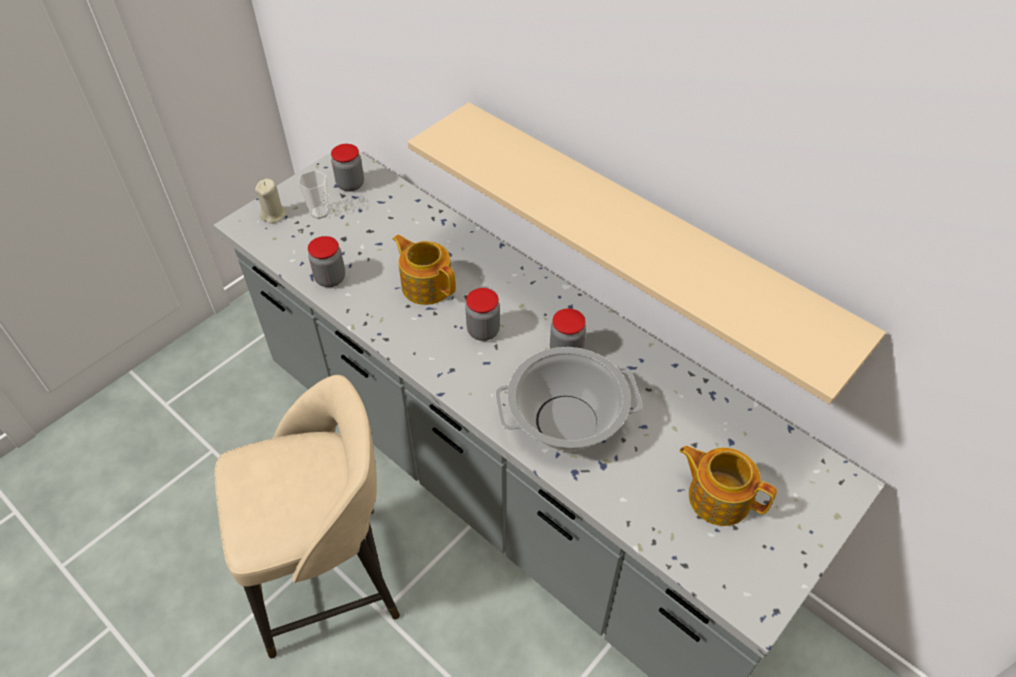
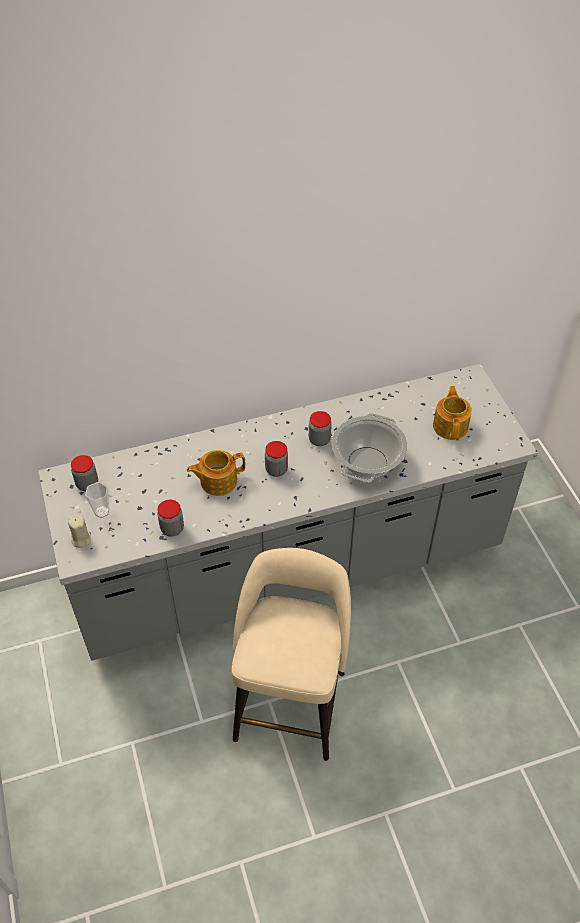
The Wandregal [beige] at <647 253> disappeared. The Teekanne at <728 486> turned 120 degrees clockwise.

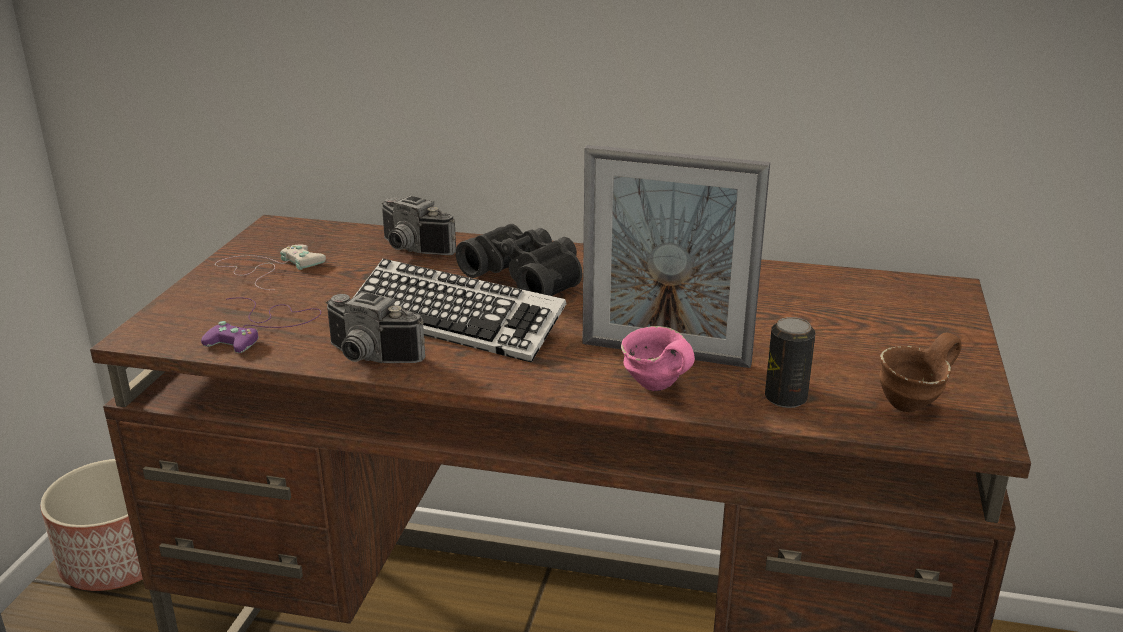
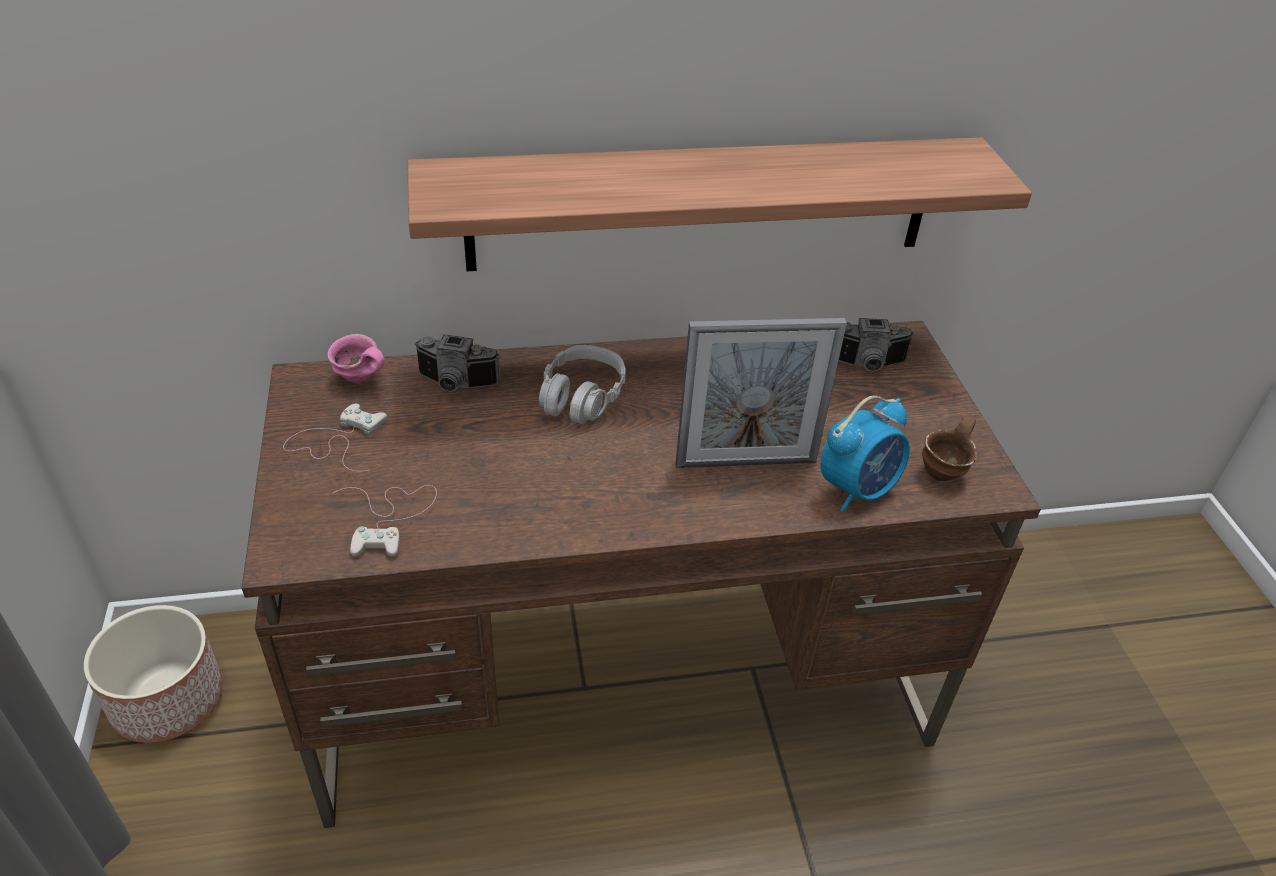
The Tastatur at <460 310> disappeared. The Wandregal at <719 204> appeared. The Kamera moved from <376 327> to <876 344>. The Henkelbecher [rosa] moved from <658 358> to <356 358>. The Fernglas [schwarz] at <519 260> was replaced by the Kopfhörer [grau] at <582 384>. The Dose at <790 362> was replaced by the Wecker at <865 454>. The Gamepad [lila] at <261 325> became the Gamepad [weiß] at <384 521>.

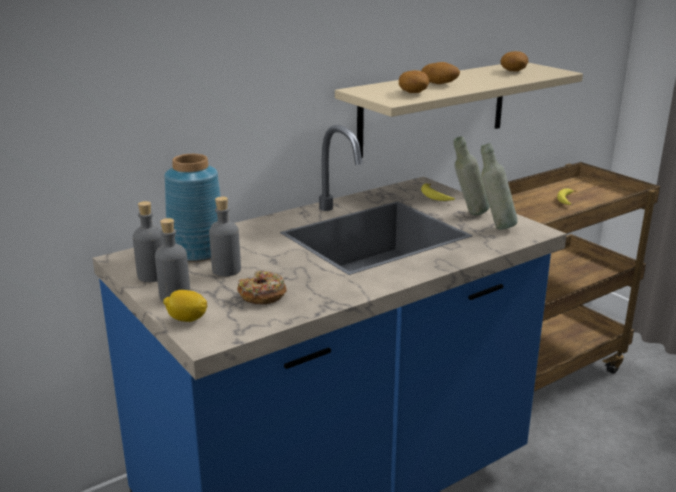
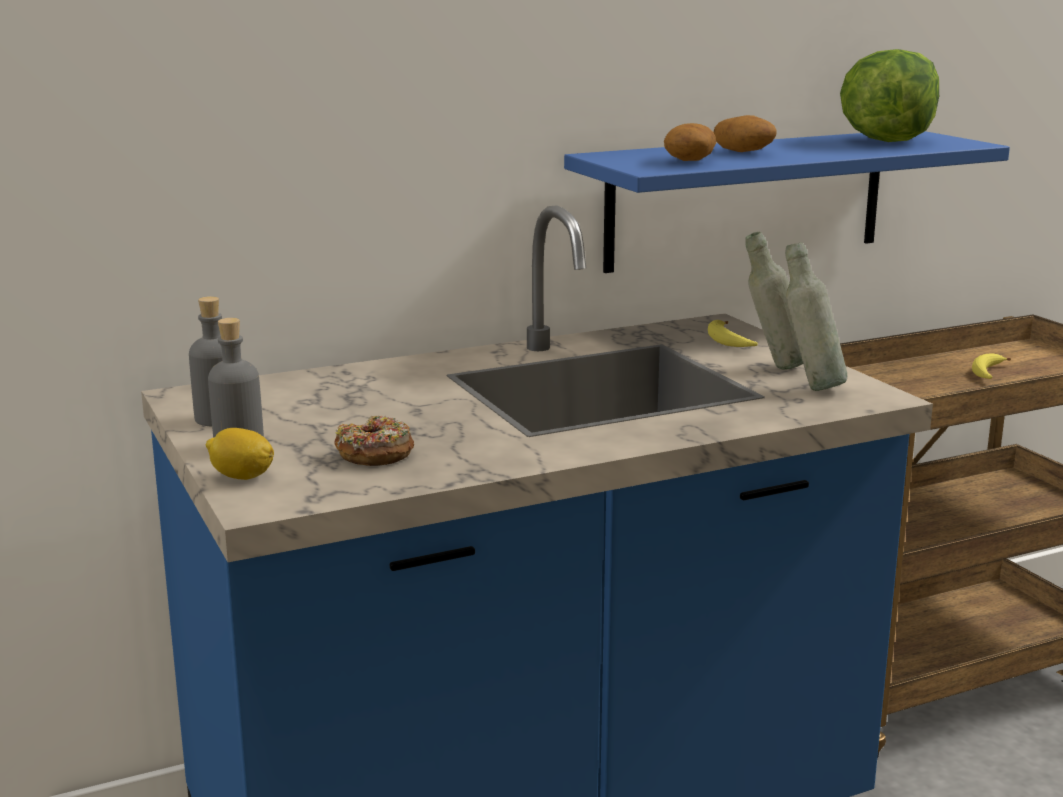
The Vase [blau] at <192 208> disappeared. The Flasche [grau] at <225 237> disappeared. The Kartoffel at <514 61> was replaced by the Salatkopf at <889 95>. The Wandregal [beige] at <459 110> became the Wandregal [blau] at <787 202>.

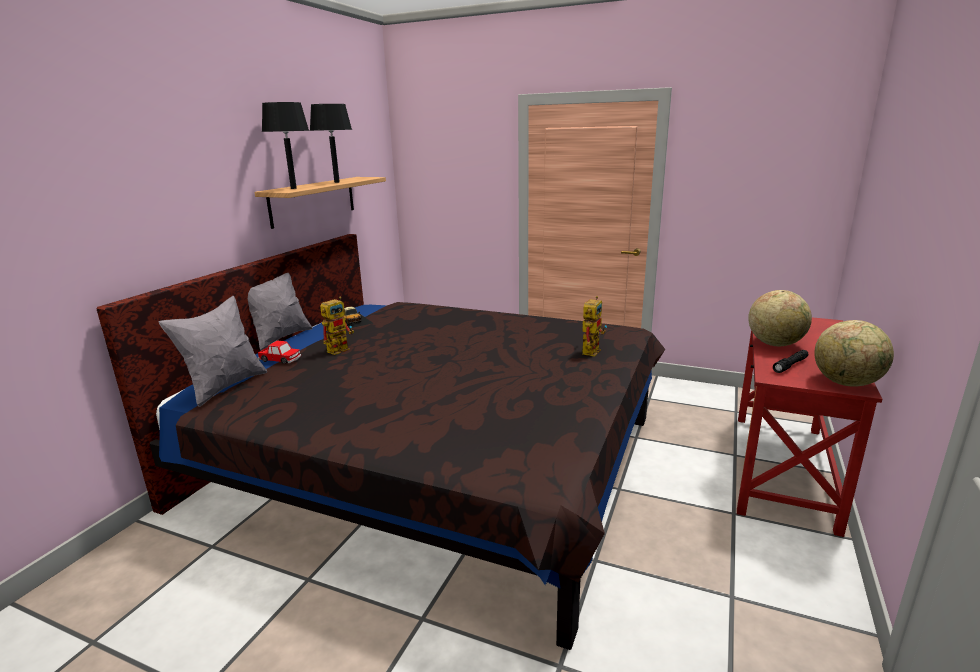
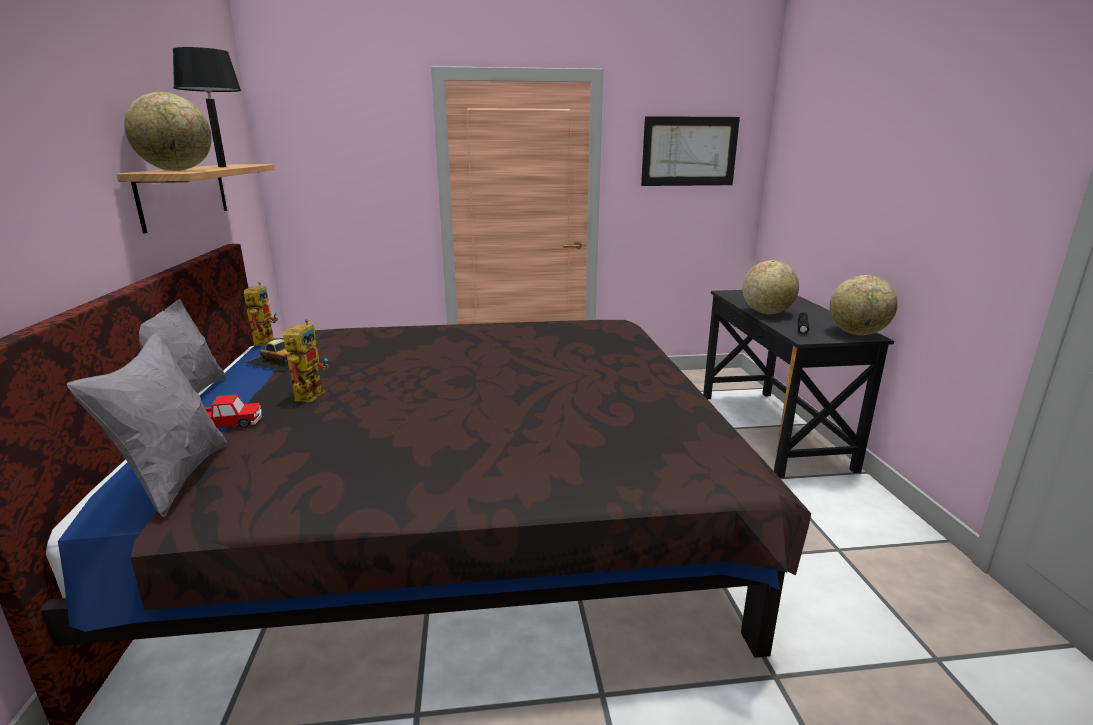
The Bild at <690 151> appeared. The Spielzeugroboter moved from <594 326> to <261 314>. The Tischlampe [schwarz] at <285 145> was replaced by the Globus at <168 131>. The Schreibtisch [rot] at <809 427> became the Schreibtisch [schwarz] at <798 384>.

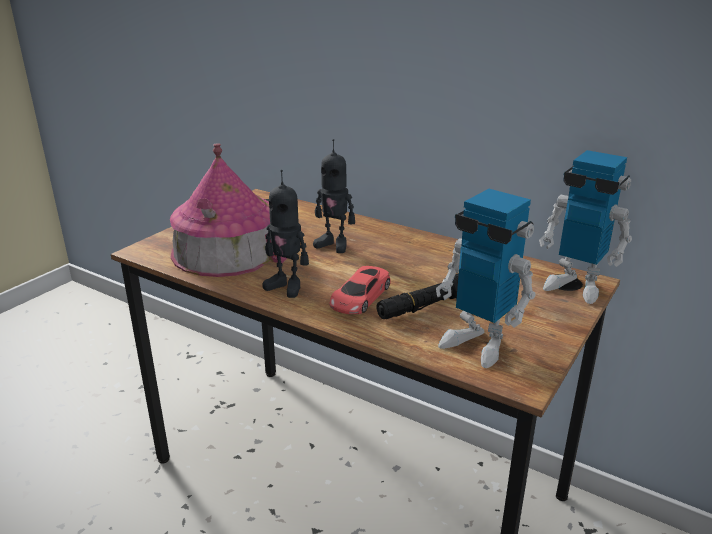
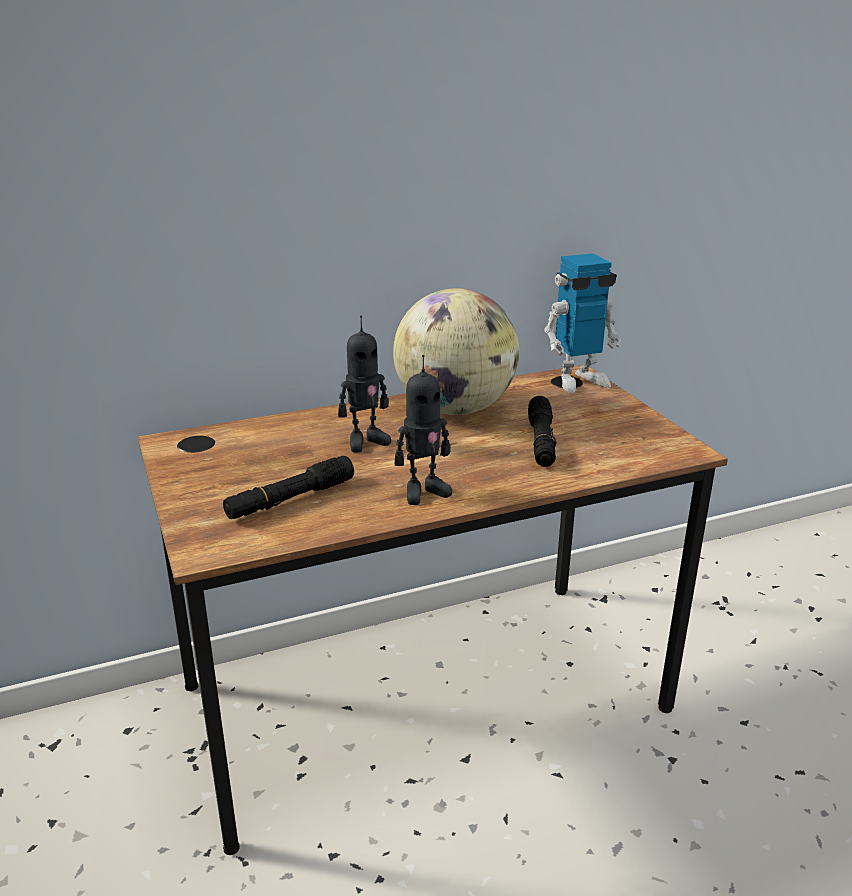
The Spielzeugauto [rot] at <360 290> disappeared. The Spielzeugroboter at <485 278> disappeared. The Globus at <456 351> appeared. The Spielzeughaus at <228 210> was replaced by the Taschenlampe [schwarz] at <288 487>.

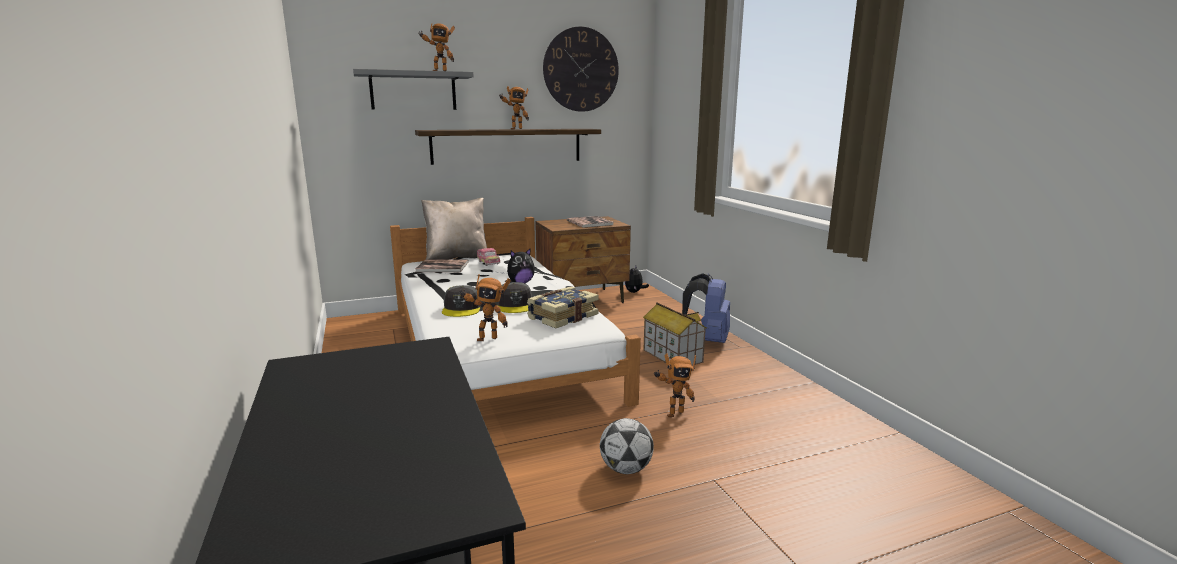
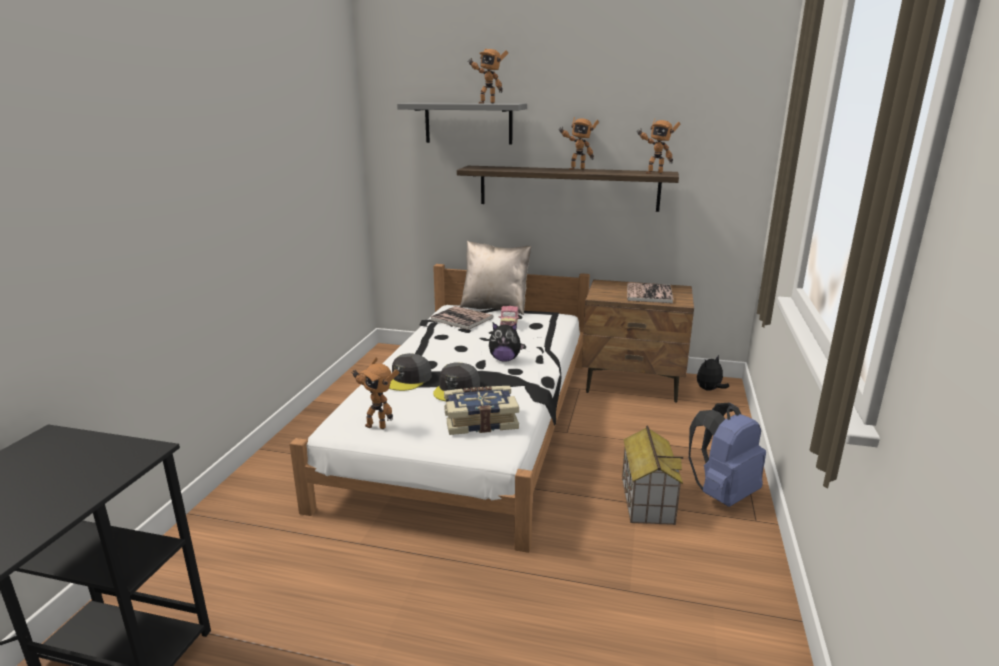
The Wanduhr at <581 69> disappeared. The Fußball at <627 446> disappeared. The Spielzeugroboter moved from <674 385> to <658 146>.

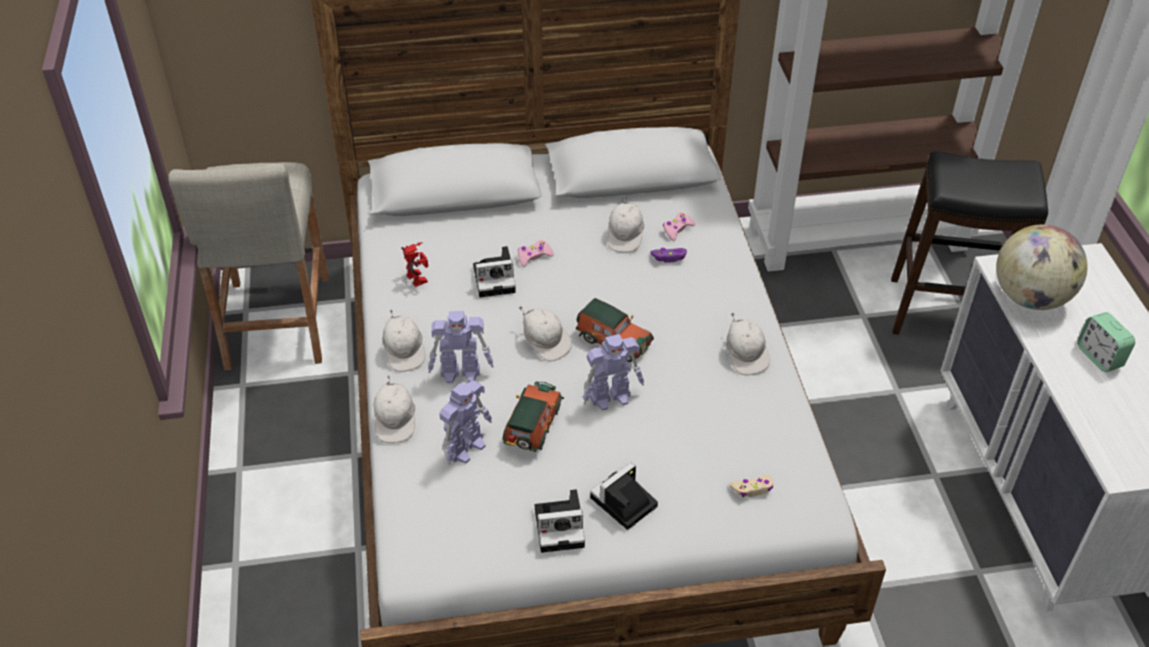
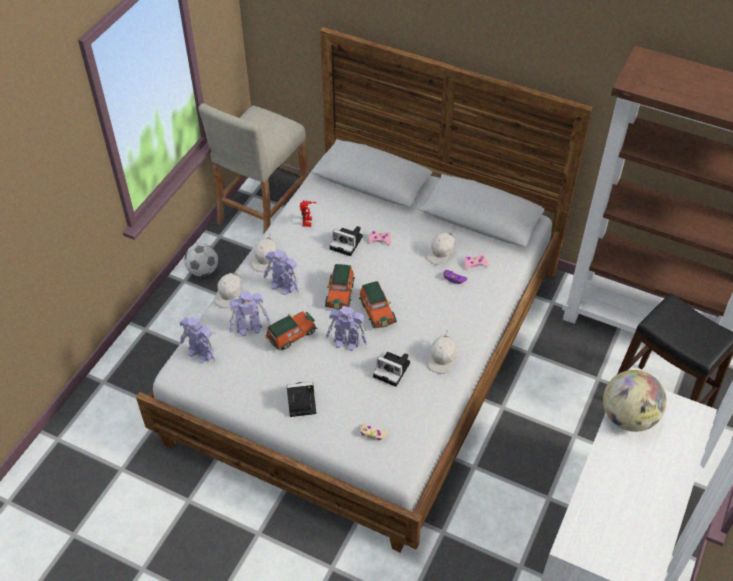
The Wecker at <1106 342> disappeared. The Spielzeugroboter at <198 340> appeared. The Fußball at <201 260> appeared. The Kamera moved from <560 521> to <391 369>. The Kappe [weiß] at <545 334> was replaced by the Spielzeugauto at <340 287>.

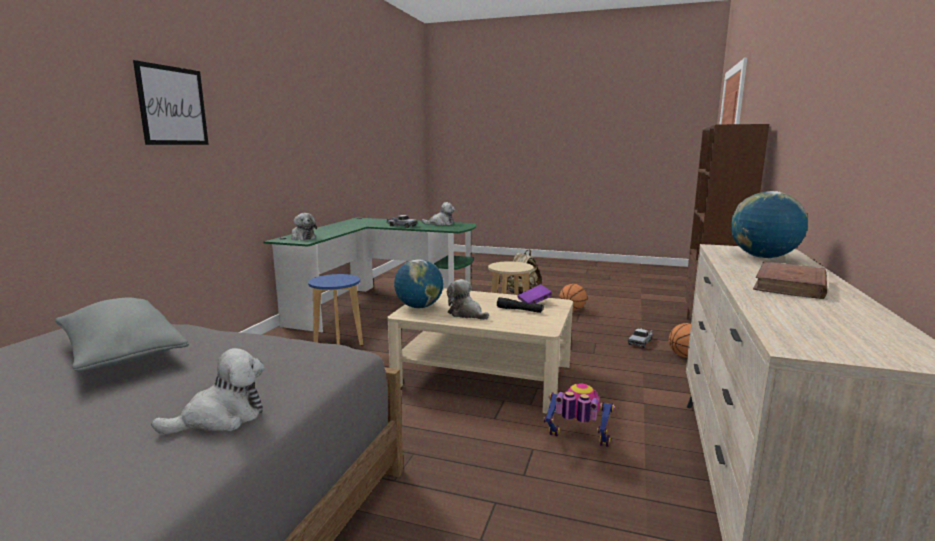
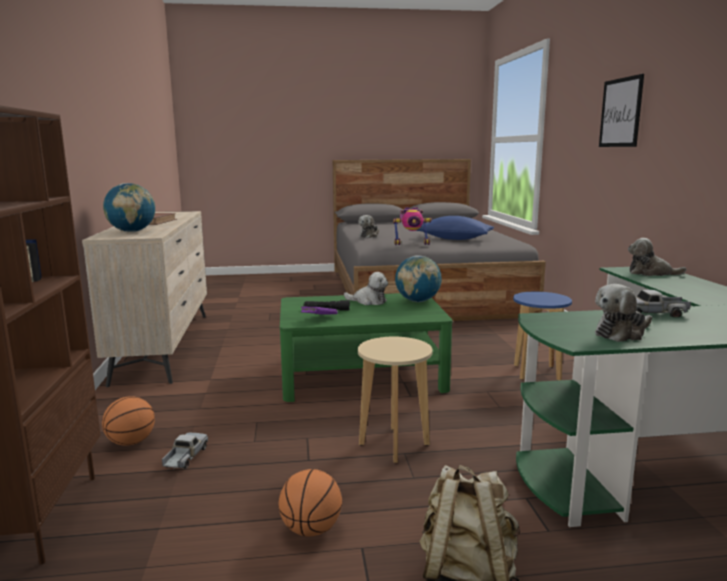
The Spielzeugroboter moved from <579 415> to <412 226>. The Kissen [grau] at <122 334> became the Kissen [blau] at <455 228>. The Couchtisch [beige] at <480 351> became the Couchtisch [grün] at <366 347>.

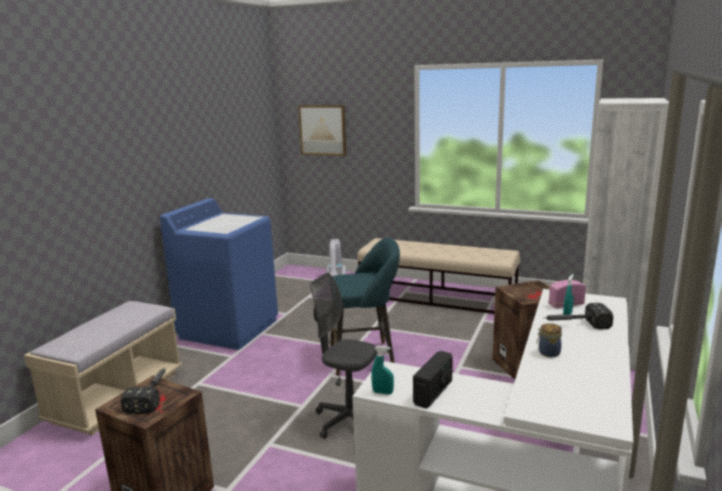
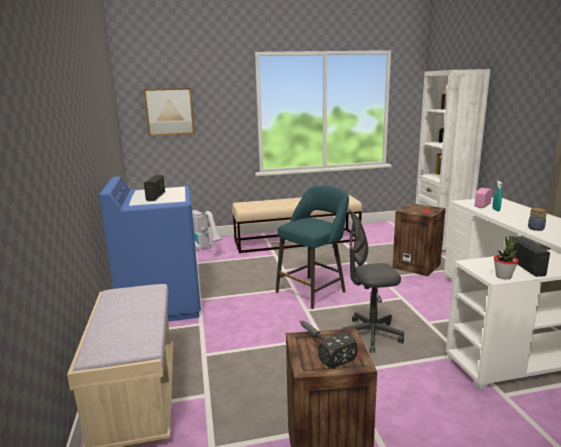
The Hammer at <578 316> disappeared. The Radio at <154 188> appeared. The Sprühflasche [türkis] at <382 370> was replaced by the Topfpflanze at <507 257>.

